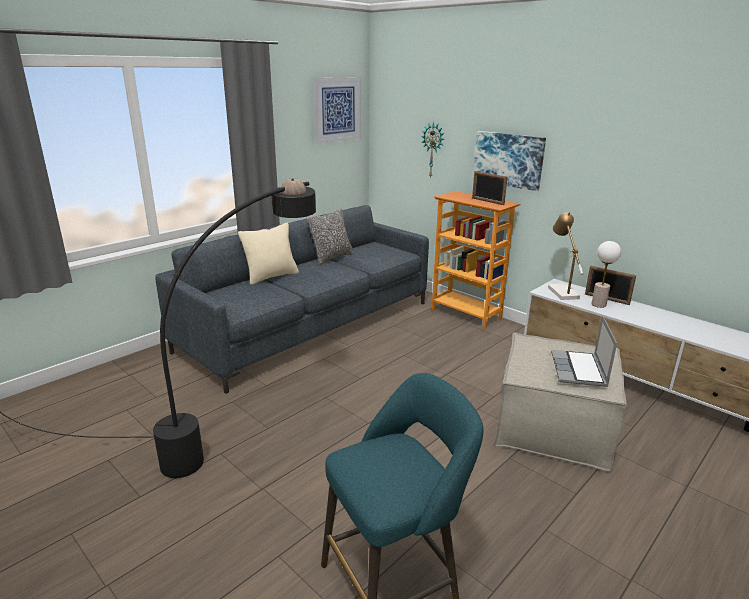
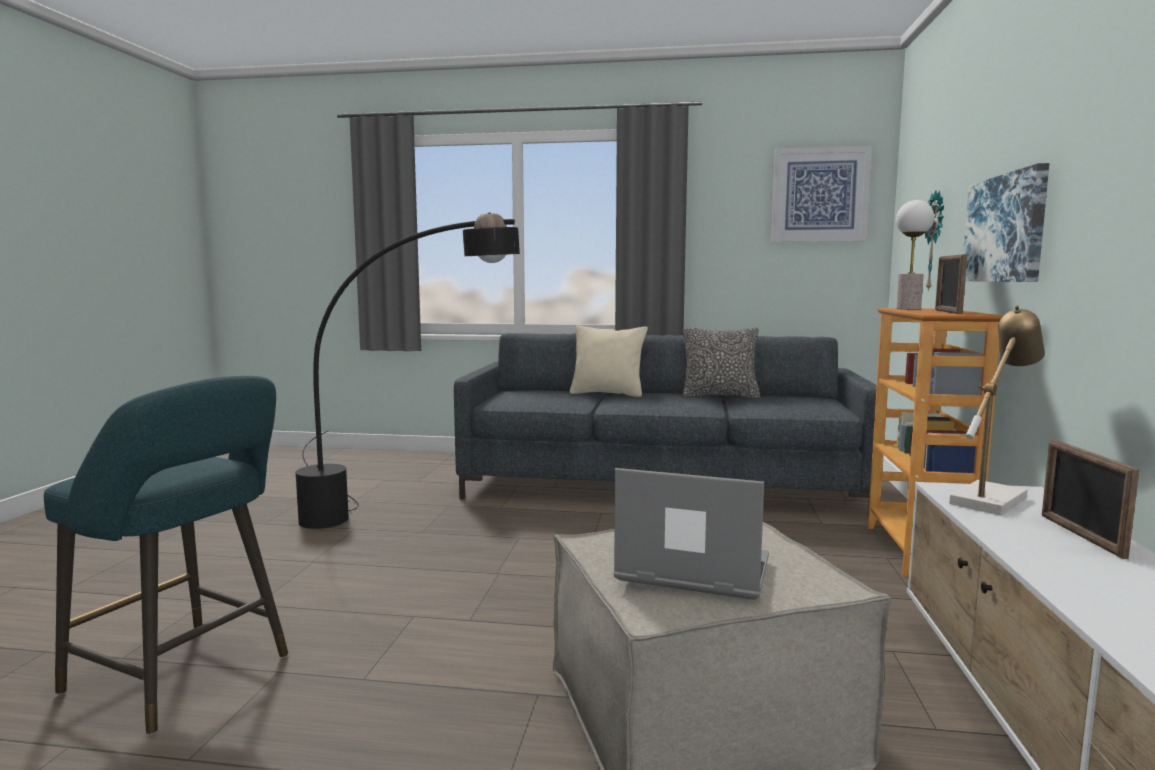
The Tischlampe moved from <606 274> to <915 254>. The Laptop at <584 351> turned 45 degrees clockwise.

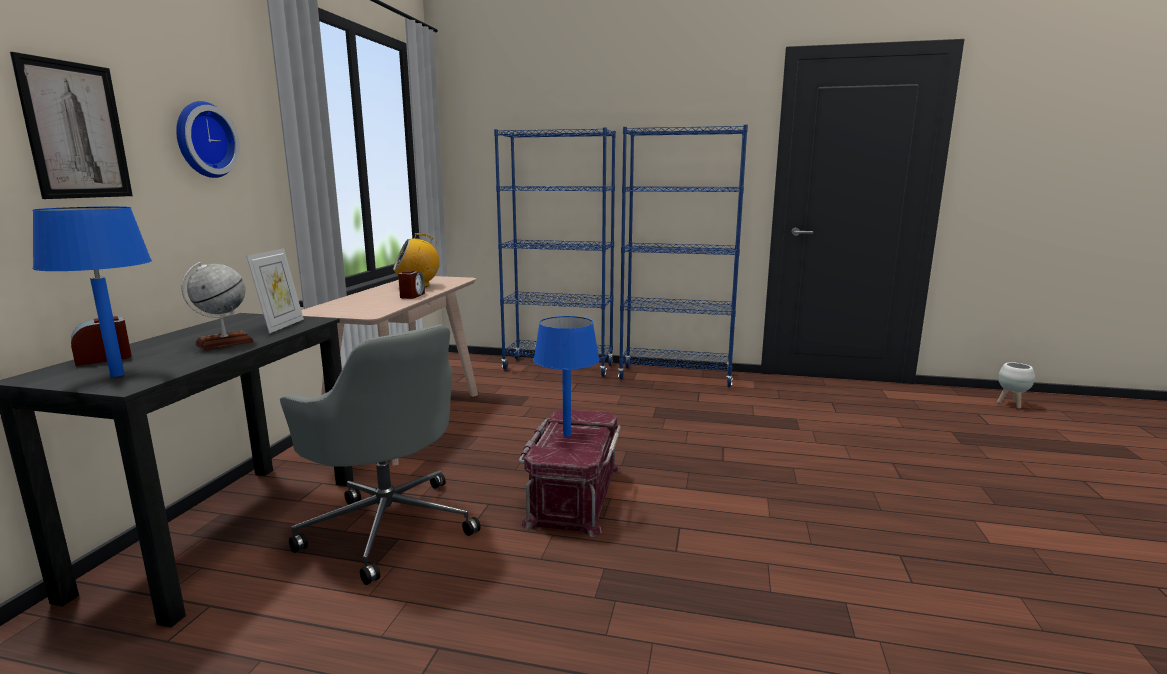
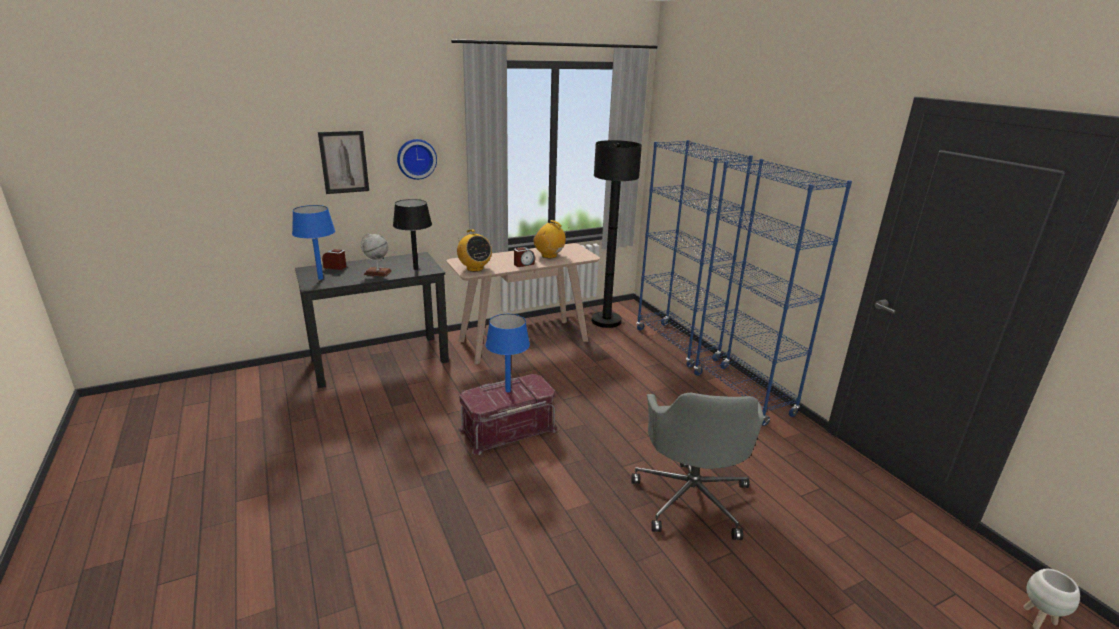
The Radio at <474 250> appeared. The Stehlampe [schwarz] at <616 234> appeared. The Bürostuhl [grau] moved from <380 454> to <697 466>. The Bilderrahmen at <275 290> was replaced by the Tischlampe [schwarz] at <412 234>.

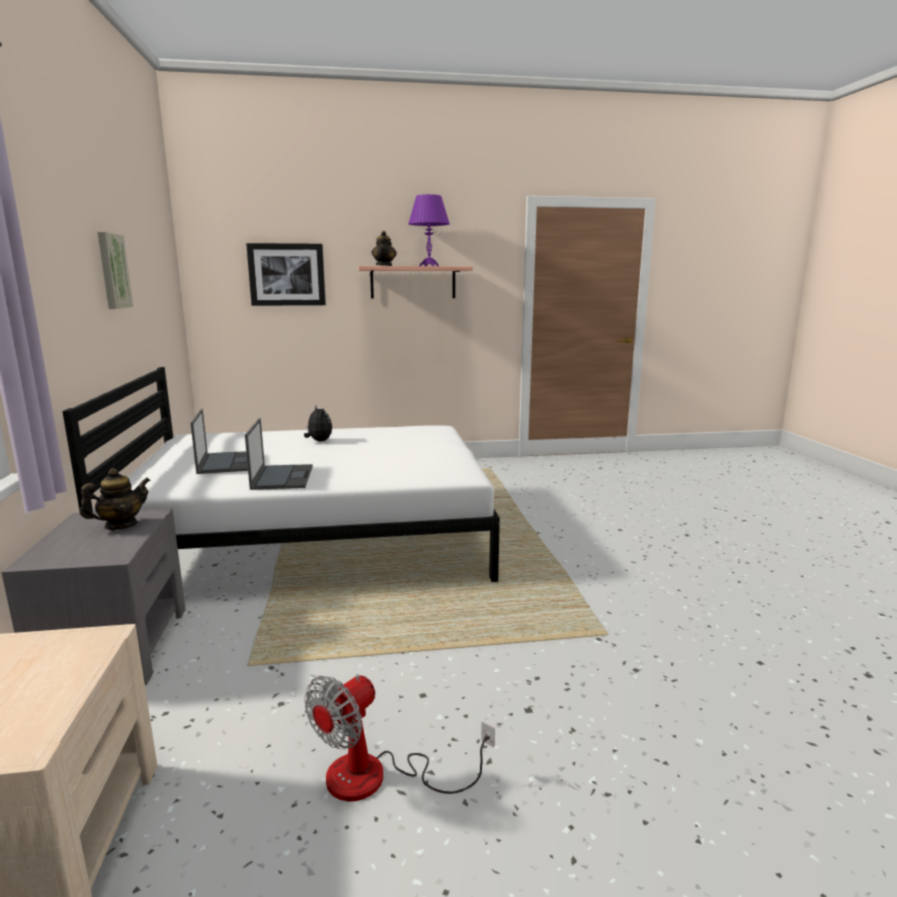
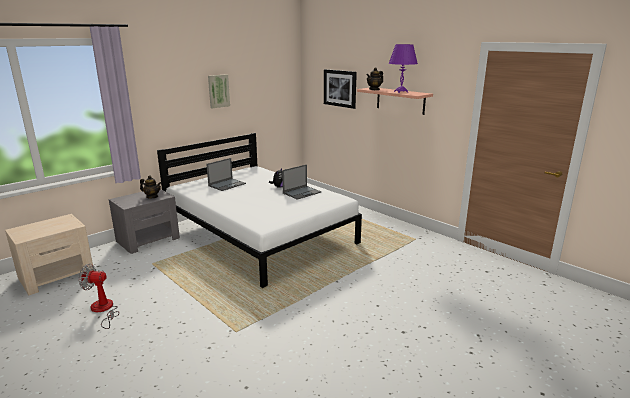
The Laptop moved from <279 454> to <302 182>.

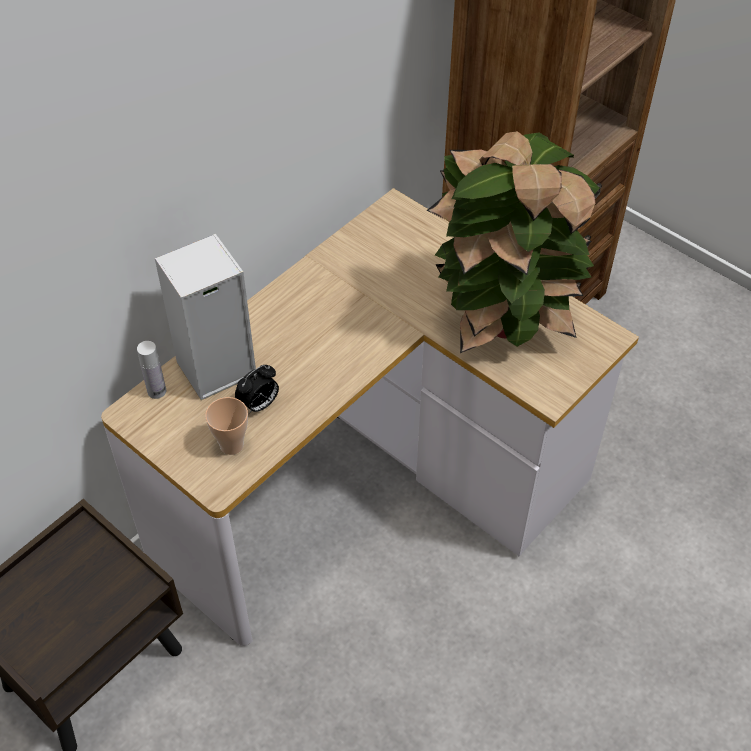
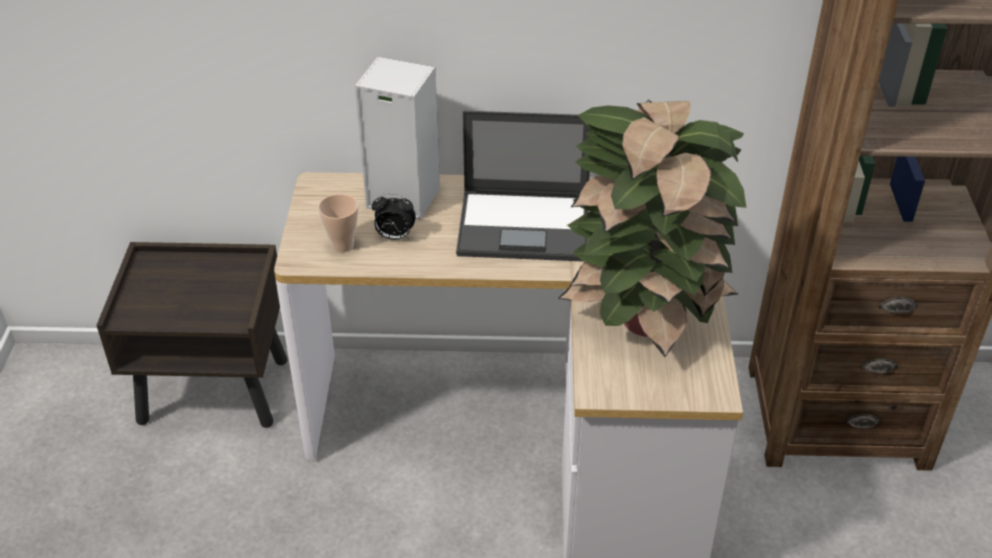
The Flasche [weiß] at <151 370> disappeared. The Laptop at <523 186> appeared.

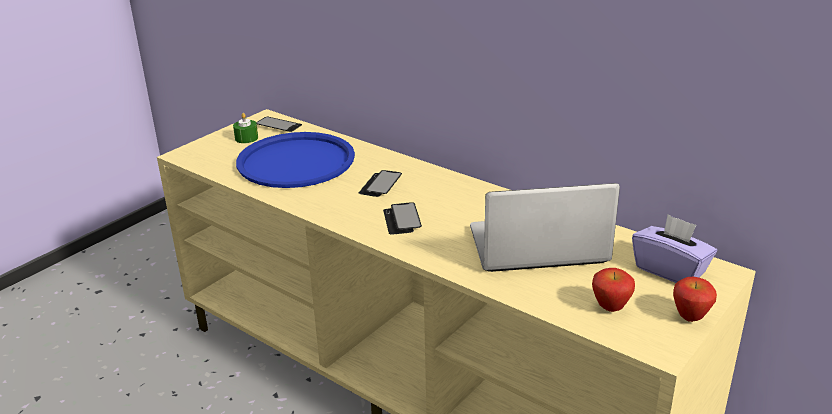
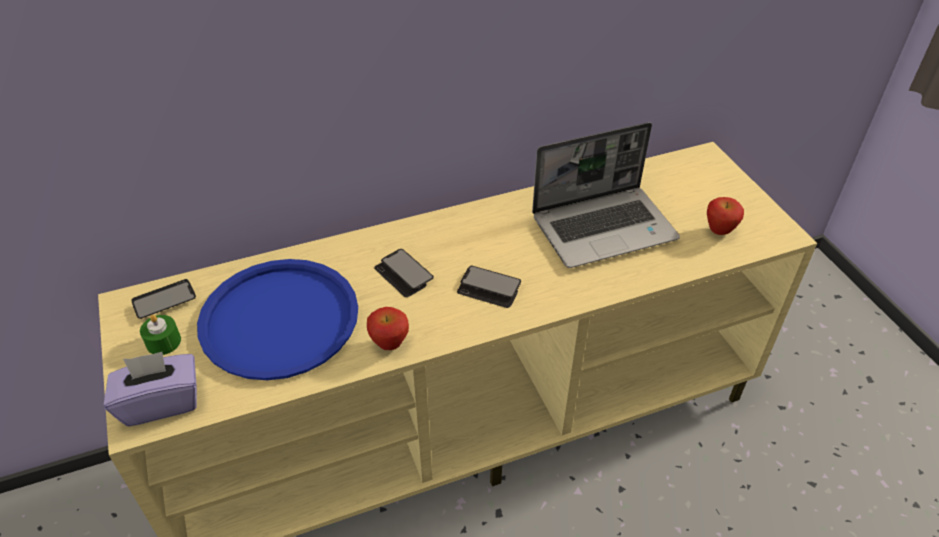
The Taschentuchbox [lila] moved from <674 248> to <150 389>. The Apfel moved from <695 299> to <388 328>. The Laptop at <545 227> turned 135 degrees counterclockwise.

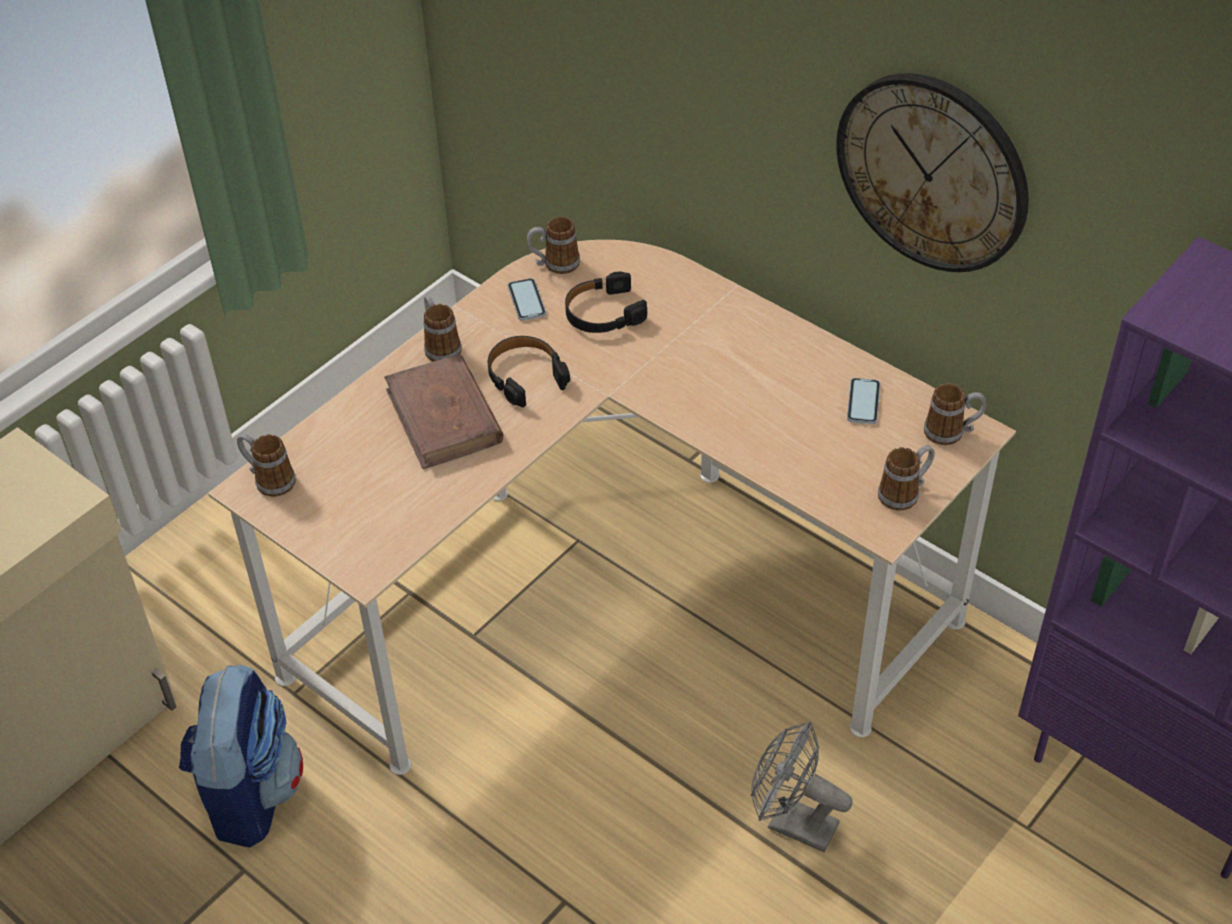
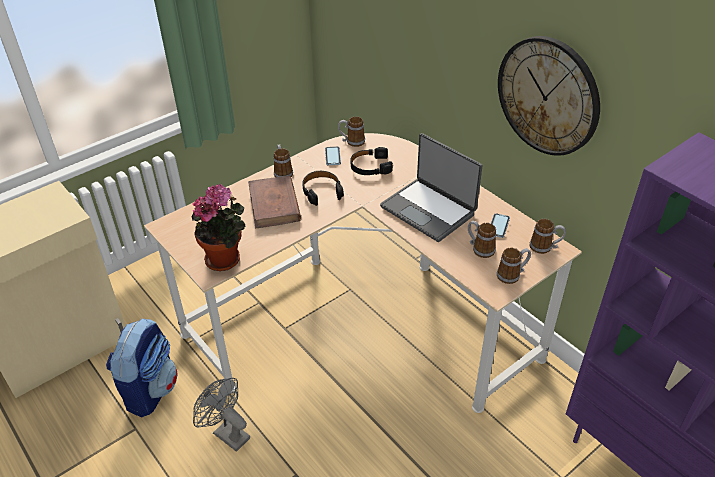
The Topfpflanze at <218 227> appeared. The Laptop at <431 187> appeared. The Henkelbecher moved from <266 465> to <482 239>. The Ventilator [grau] moved from <802 787> to <221 415>.

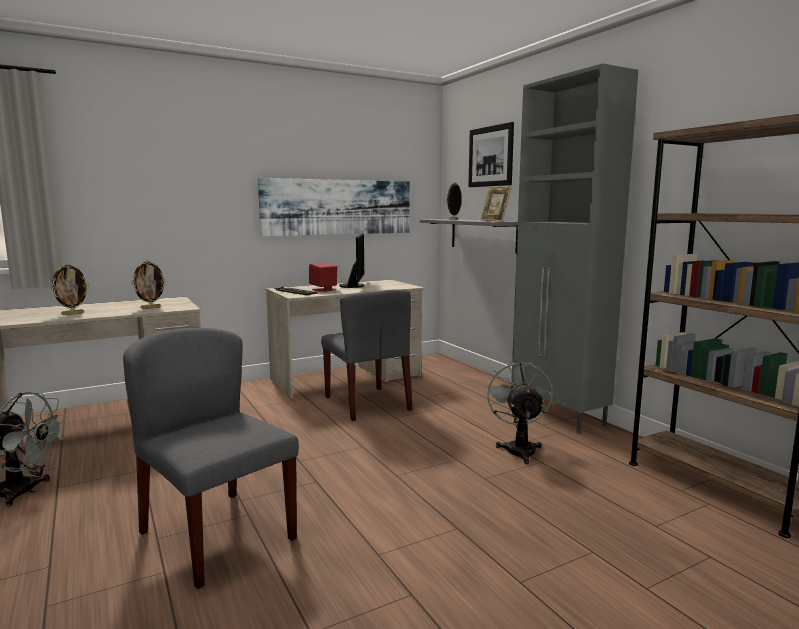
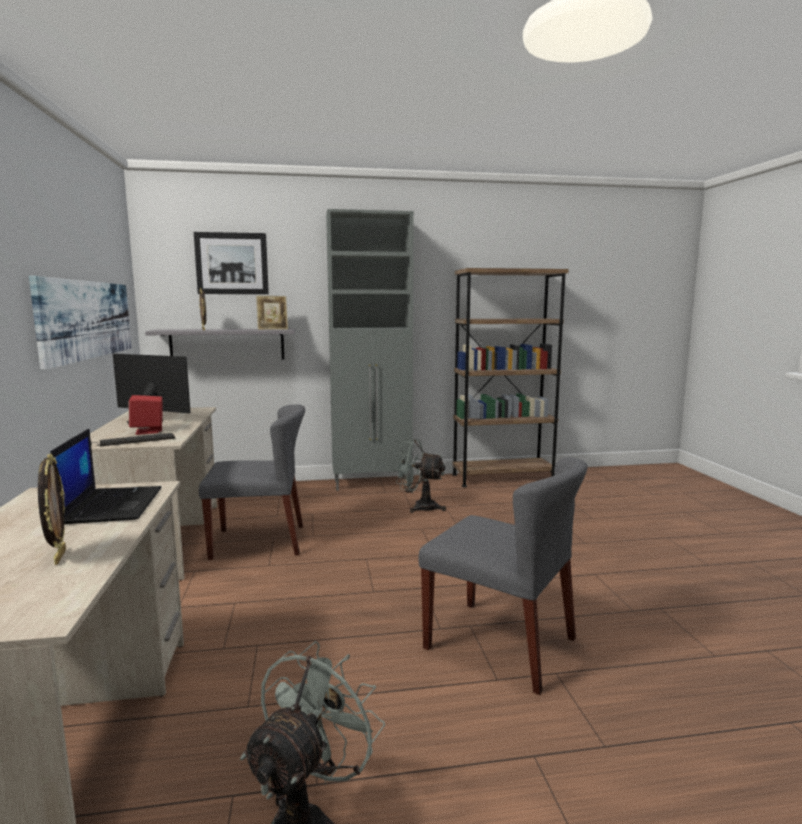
The Bilderrahmen at <148 284> was replaced by the Laptop at <106 476>. The Stuhl [grau] at <211 458> turned 120 degrees counterclockwise.

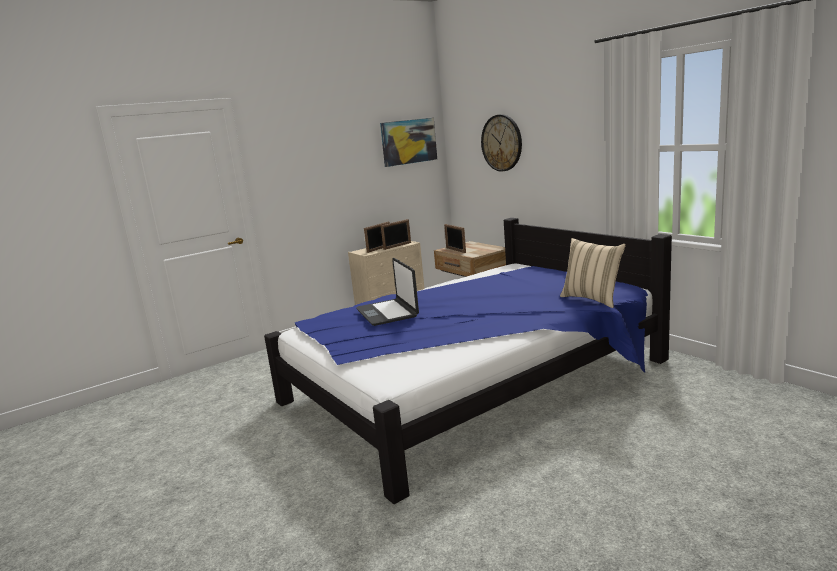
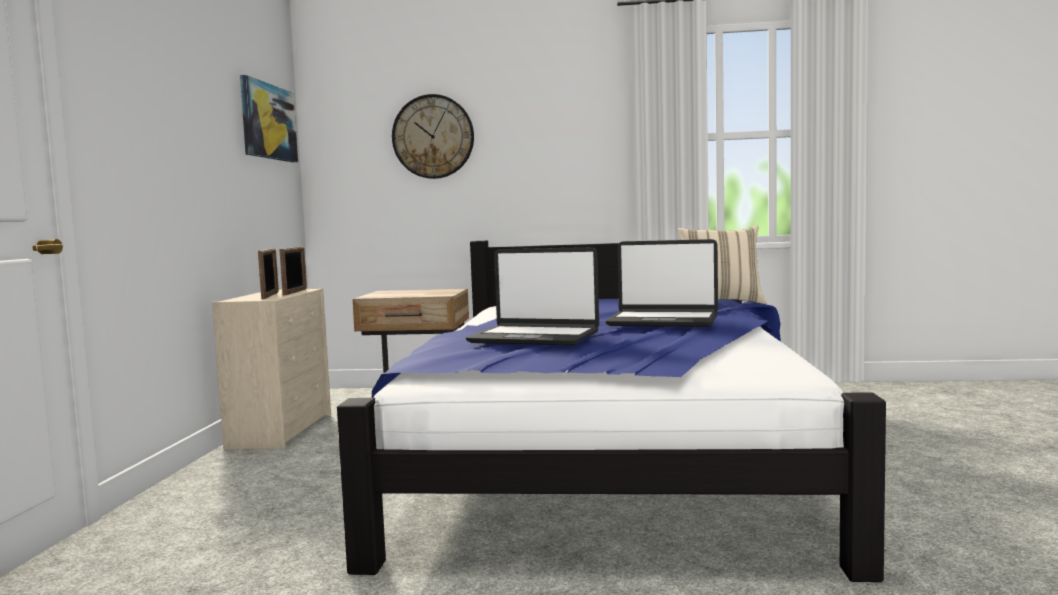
The Bilderrahmen at <455 238> disappeared. The Laptop at <661 283> appeared.

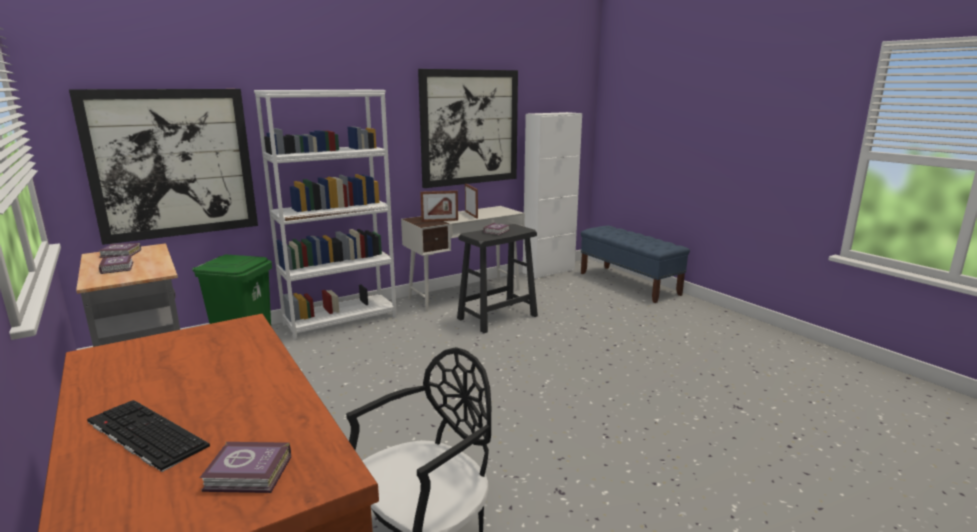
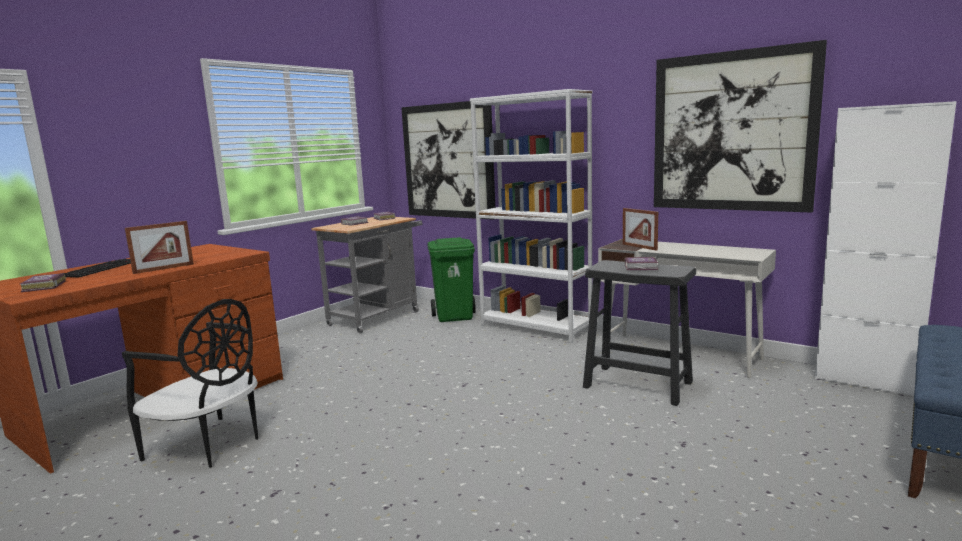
The Bilderrahmen moved from <471 201> to <159 247>.

